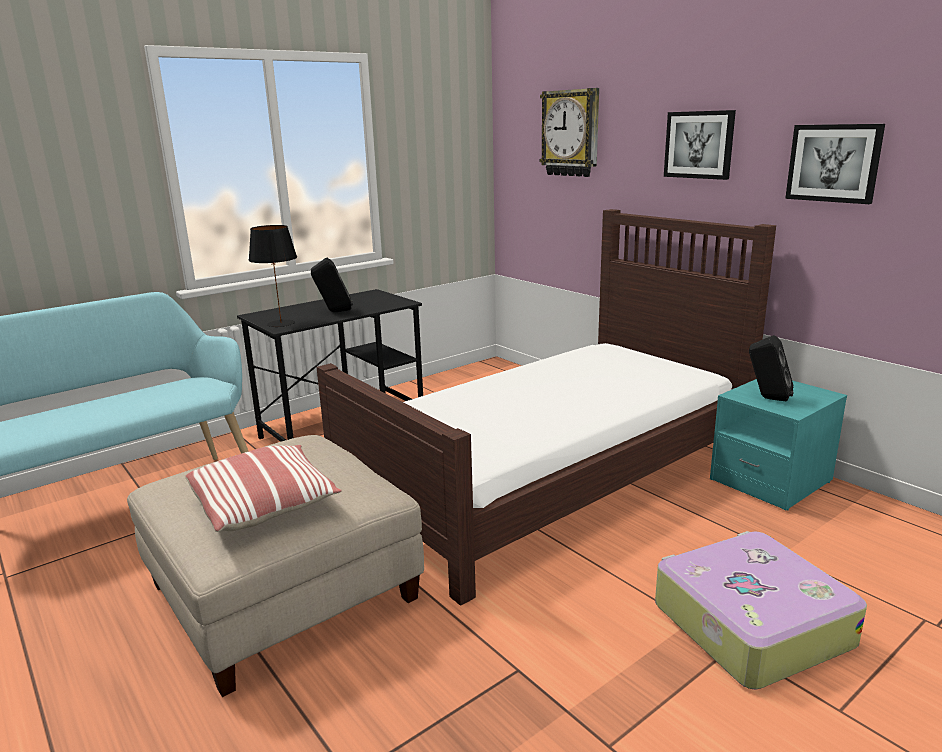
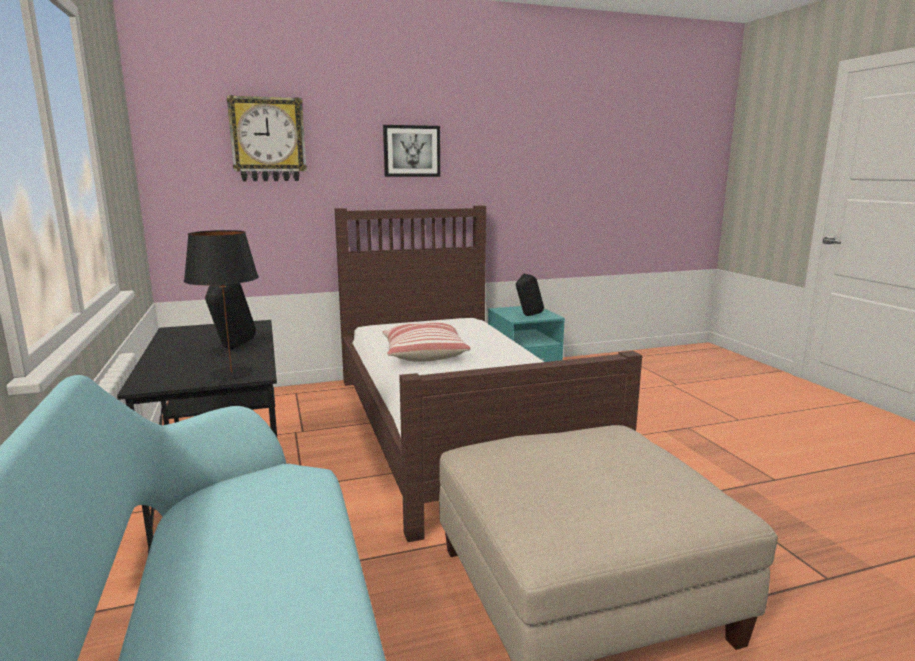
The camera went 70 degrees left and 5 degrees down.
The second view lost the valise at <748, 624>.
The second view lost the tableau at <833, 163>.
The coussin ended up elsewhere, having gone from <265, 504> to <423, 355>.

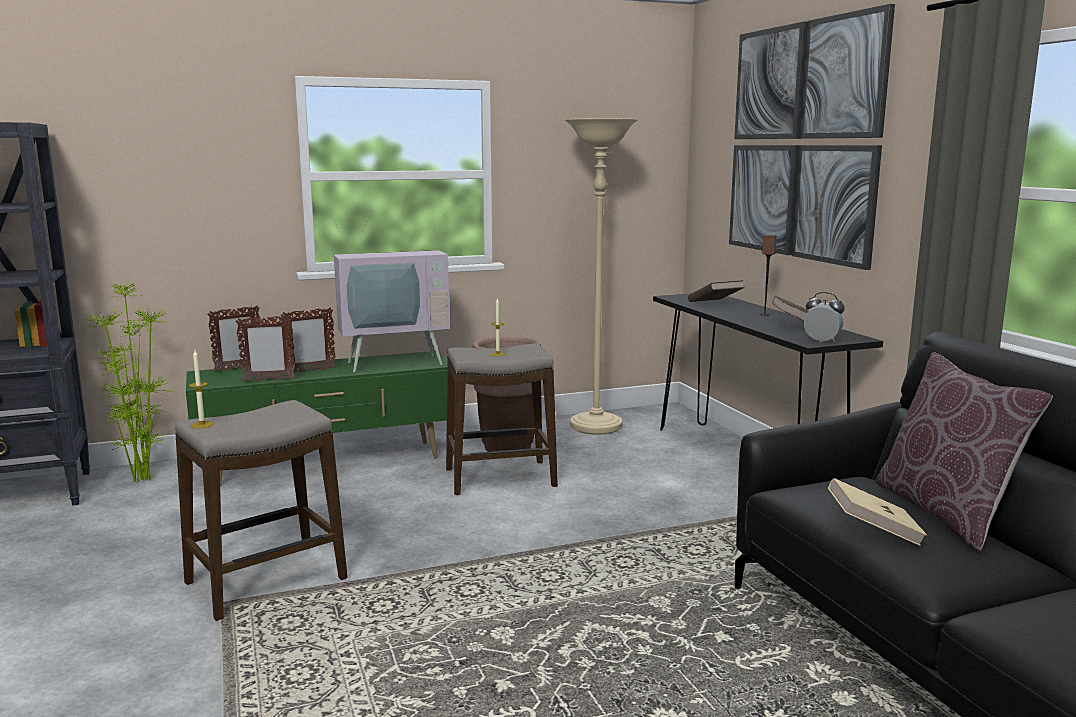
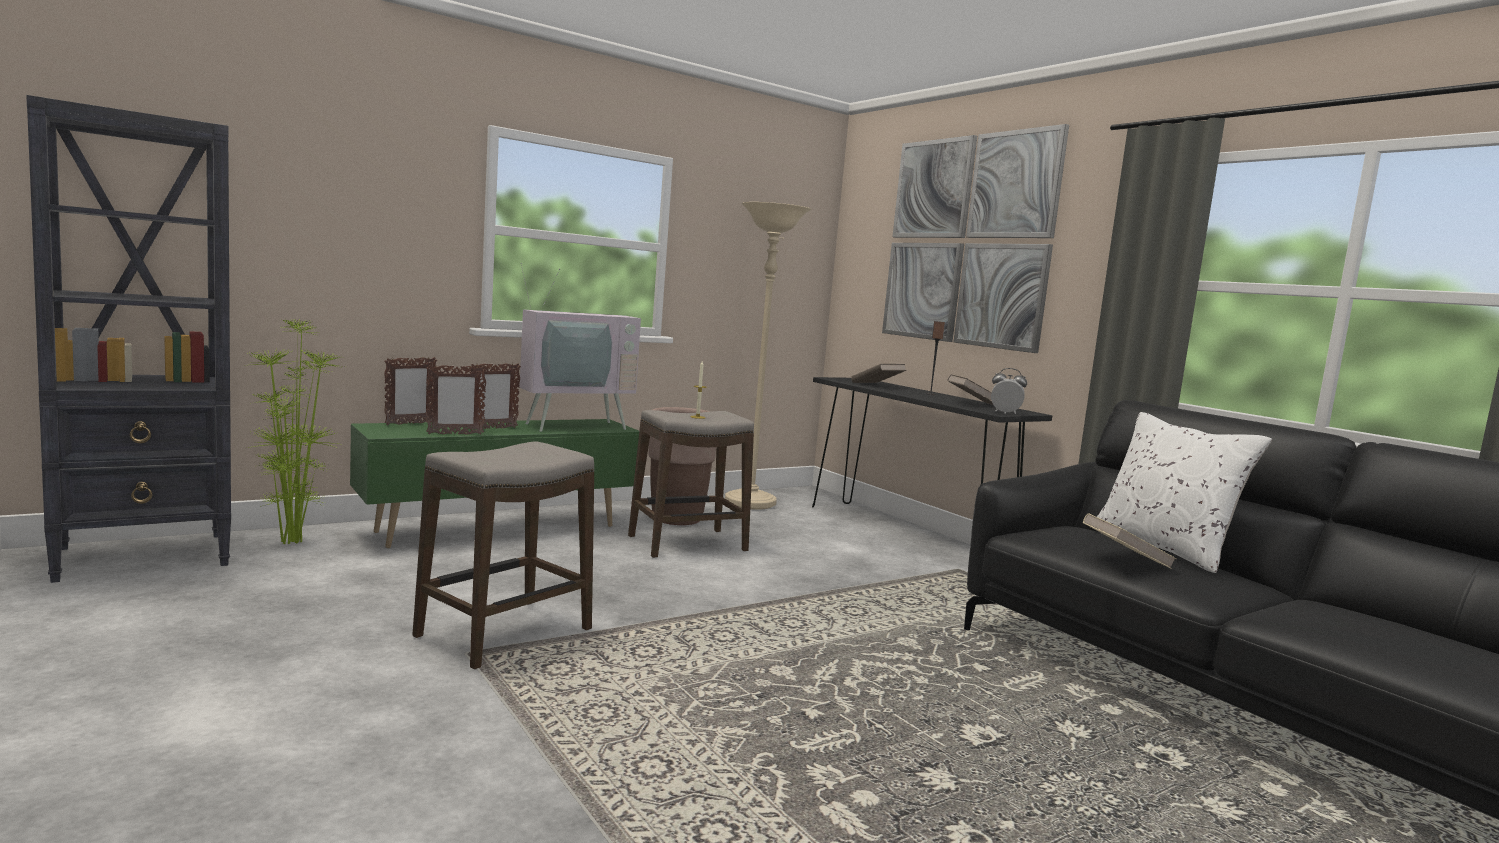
The camera went 15 degrees left and 5 degrees down.
The second view lost the bougie at <202, 425>.
What was the coussin (marron) at <945, 513> turned into the coussin (blanc) at <1164, 548>.

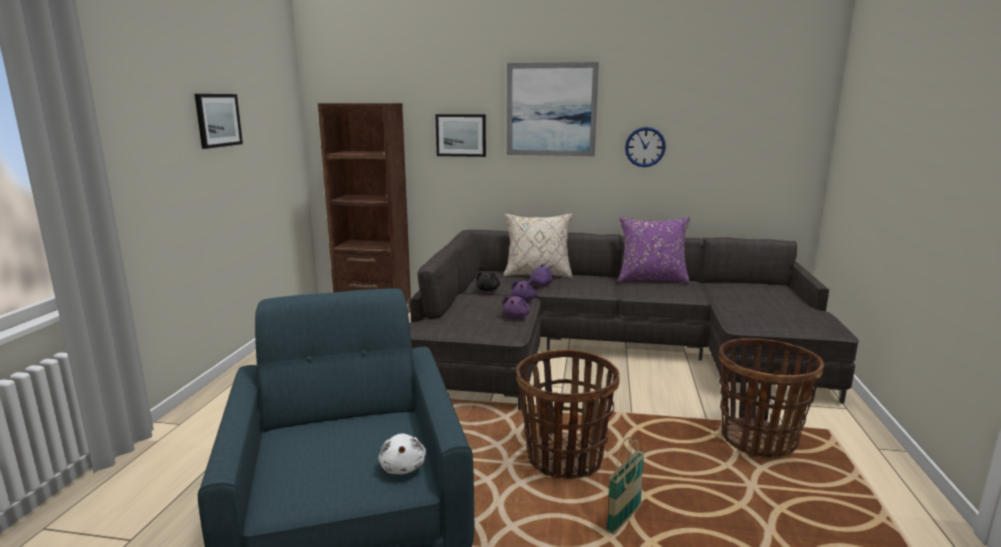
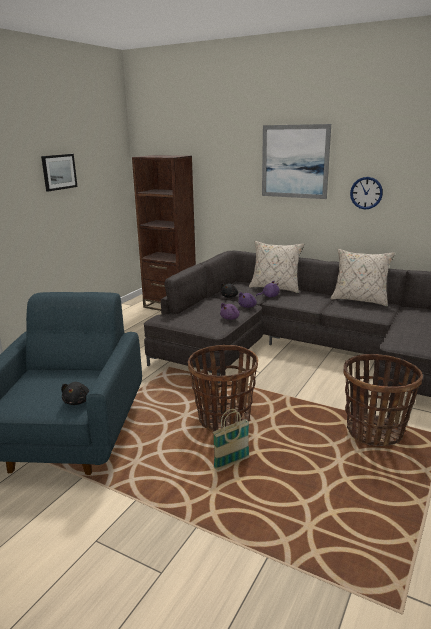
The camera went 20 degrees right and 5 degrees up.
The second view lost the tableau at <461, 135>.
What was the peluche (blanc) at <403, 467> turned into the peluche (noir) at <78, 401>.
What was the coussin (violet) at <651, 279> turned into the coussin (beige) at <359, 300>.

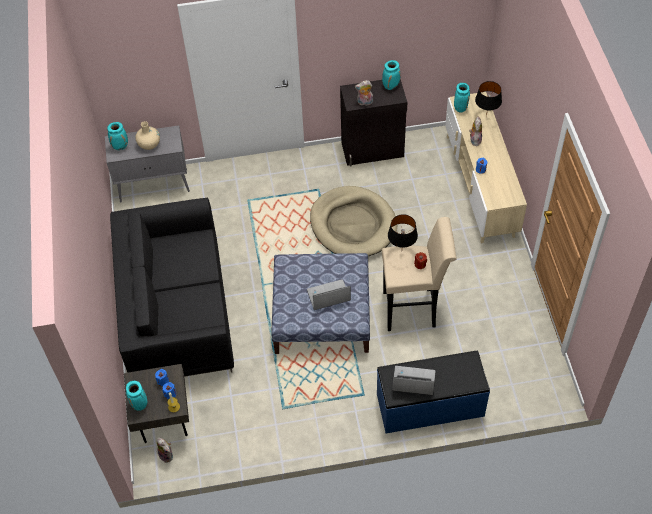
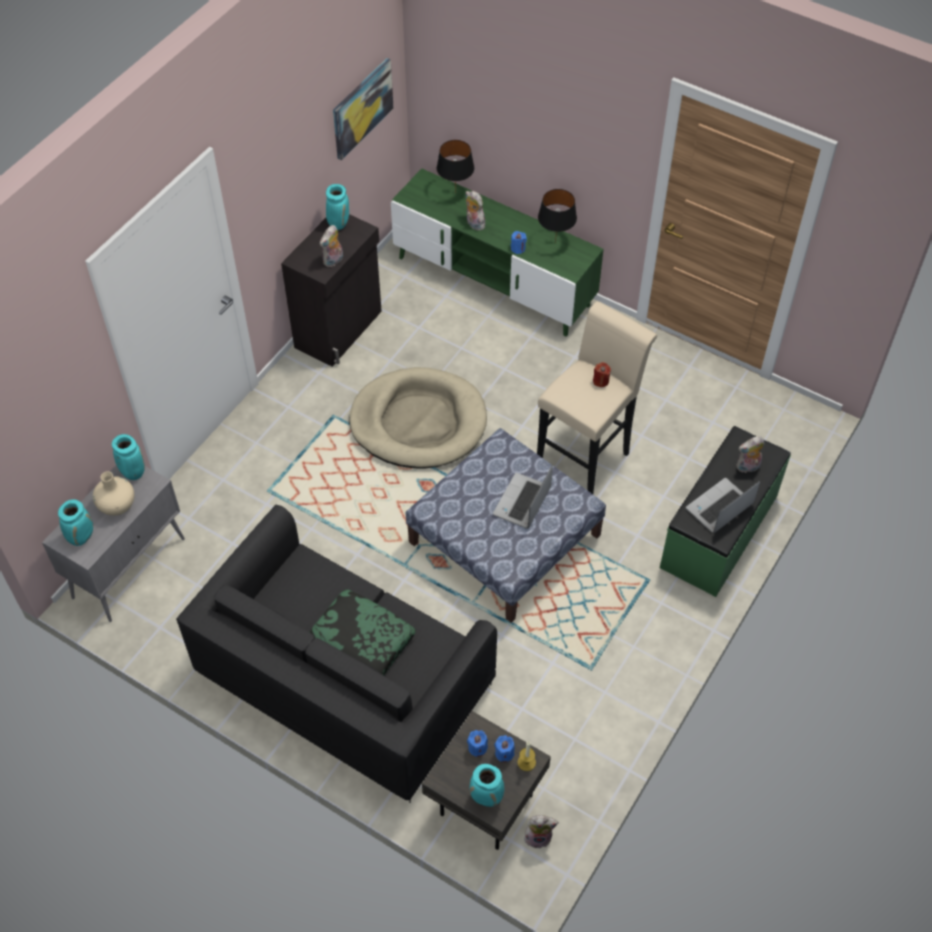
The camera went 50 degrees left and 0 degrees up.
The second view gained the coussin at <361, 639>.
The second view gained the tableau at <362, 108>.
The second view gained the peluche at <747, 467>.
The lampe de table (noir) ended up elsewhere, having gone from <402, 251> to <555, 242>.
The vase (turquoise) ended up elsewhere, having gone from <460, 108> to <132, 472>.
What was the banc (bleu) at <430, 406> turned into the banc (vert) at <720, 532>.
What was the meuble télé (beige) at <479, 185> turned into the meuble télé (vert) at <493, 281>.

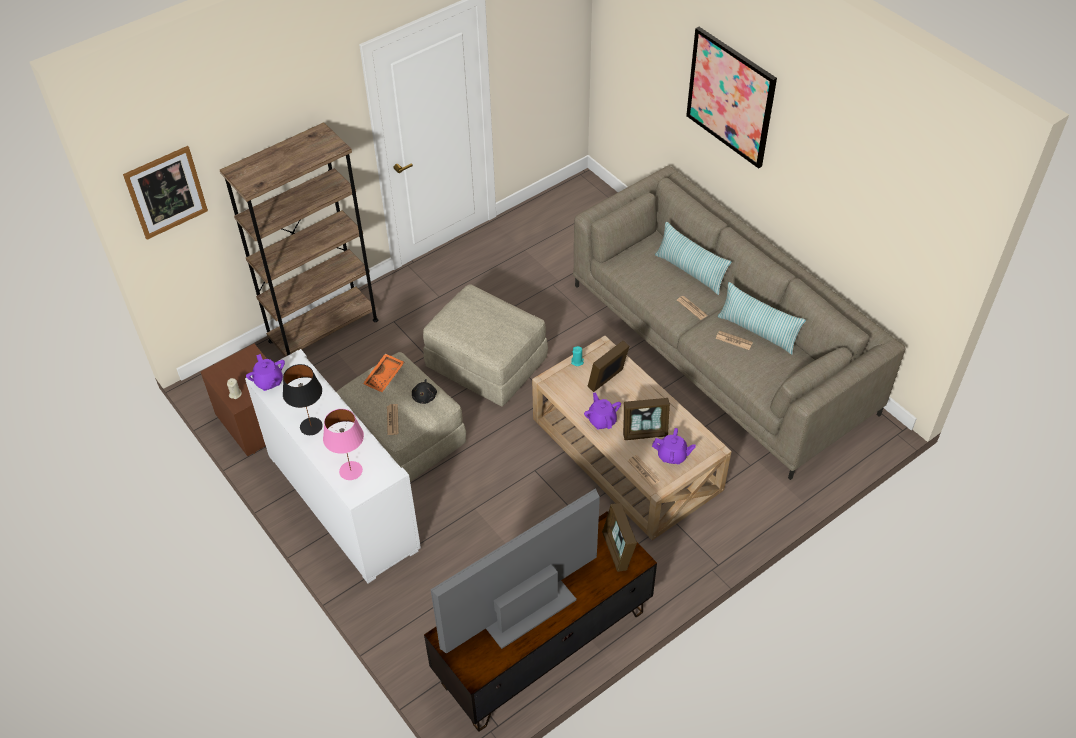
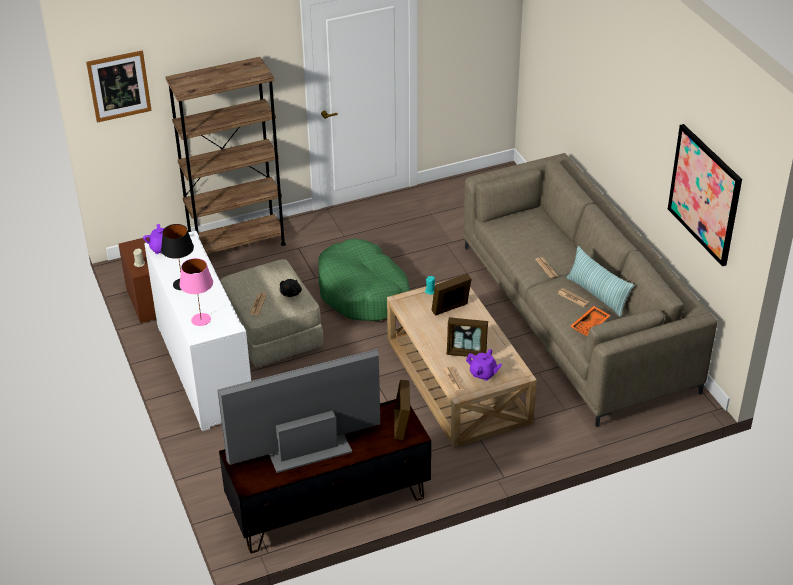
The camera went 15 degrees right and 10 degrees down.
The second view lost the théière (violet) at <602, 420>.
The second view lost the coussin at <690, 271>.
The plateau (orange) ended up elsewhere, having gone from <385, 377> to <590, 325>.
The tableau ended up elsewhere, having gone from <730, 97> to <705, 194>.
Where the pouf (beige) stood at <485, 364>, the panier pour chien (vert) came to stand at <363, 292>.

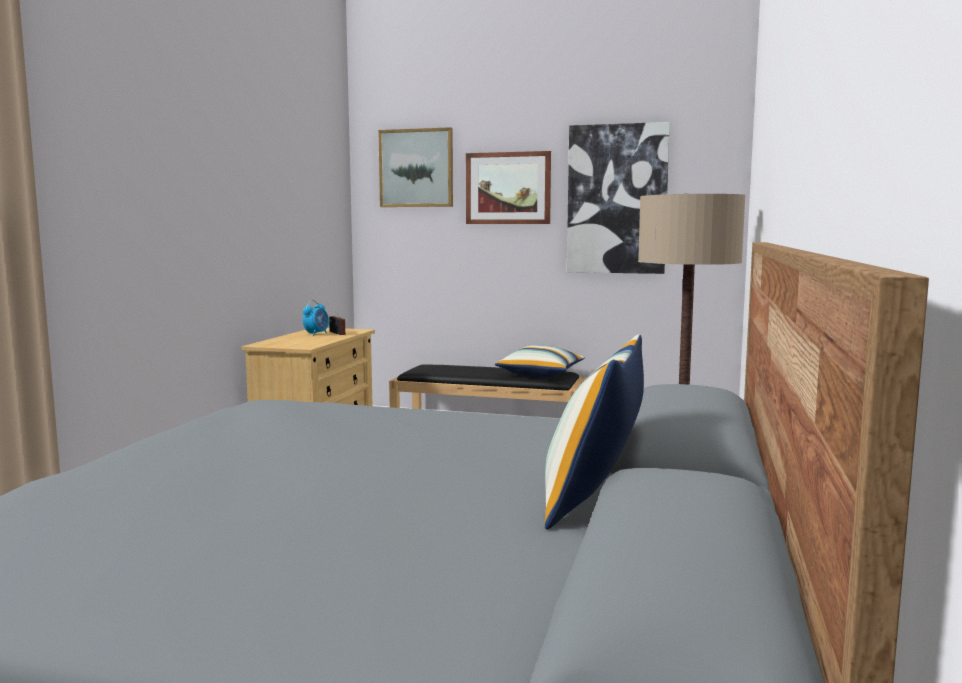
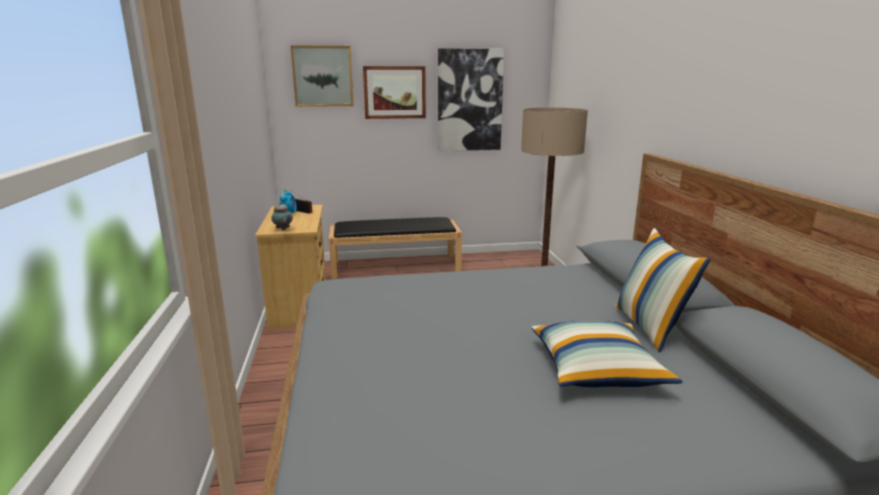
The camera went 25 degrees left and 10 degrees up.
The second view gained the théière at <283, 230>.
The coussin ended up elsewhere, having gone from <540, 374> to <597, 370>.

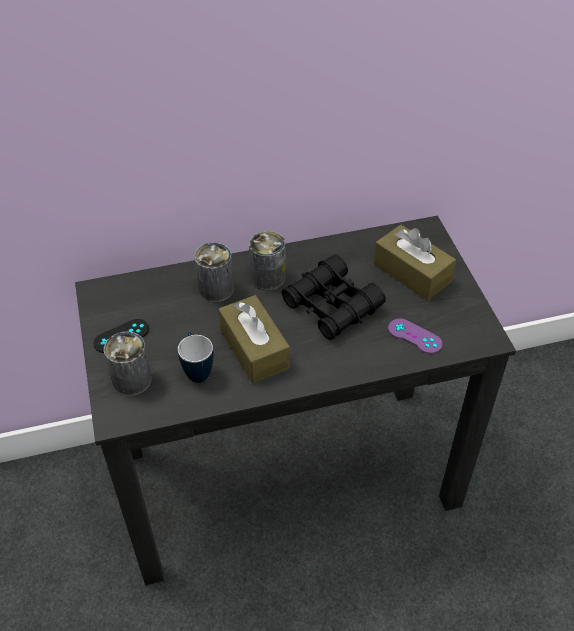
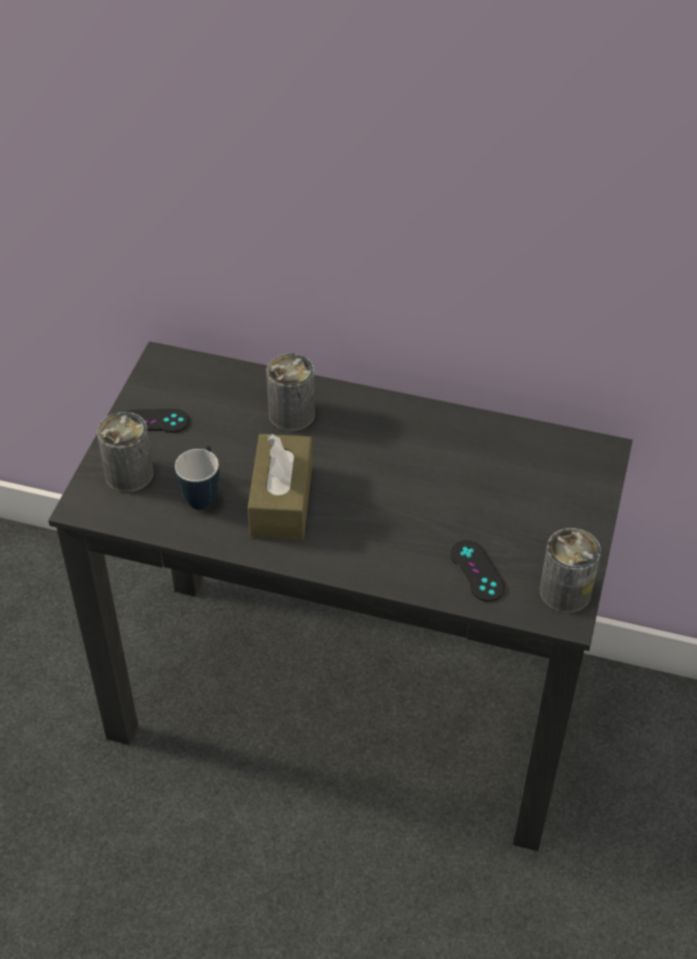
The camera went 30 degrees right and 0 degrees up.
The second view lost the jumelles (noir) at <332, 306>.
The second view lost the boîte à mouchoirs (marron) at <412, 273>.
The boîte métallique ended up elsewhere, having gone from <268, 277> to <565, 591>.
What was the manette (violet) at <414, 336> turned into the manette (noir) at <477, 571>.

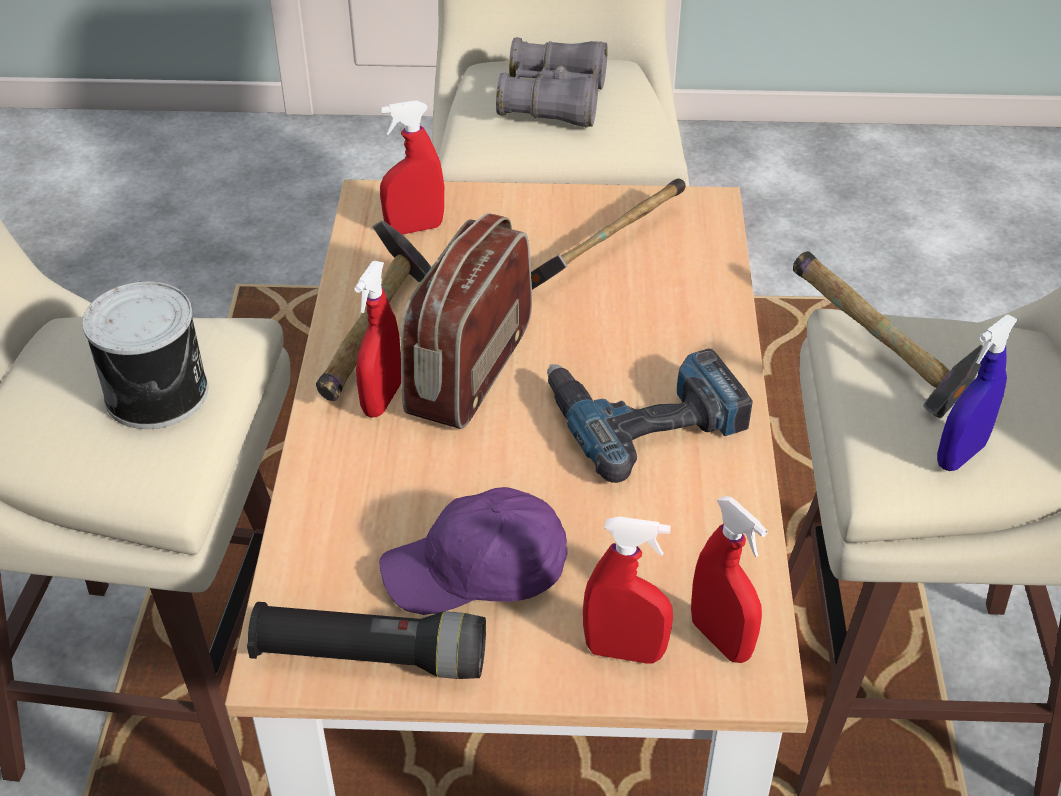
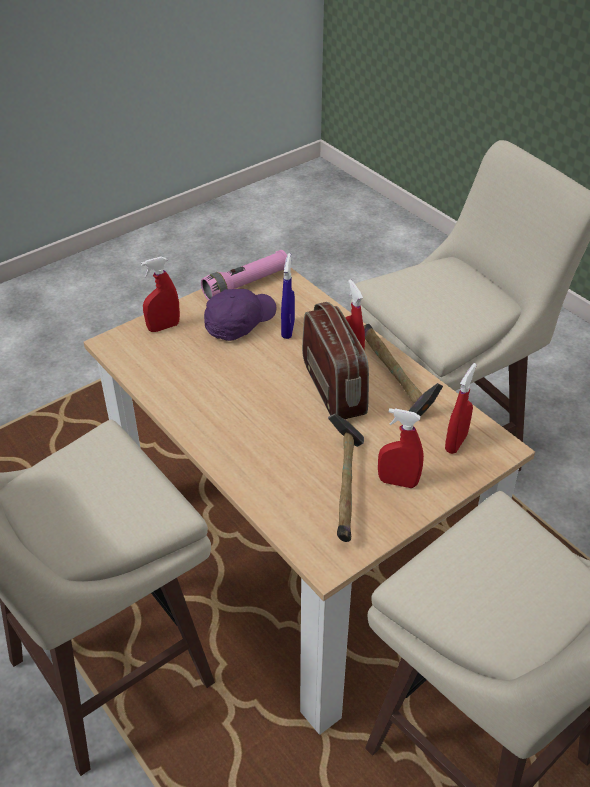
The camera went 140 degrees right and 0 degrees up.
The second view lost the boîte métallique at <160, 393>.
The second view lost the jumelles (gris) at <553, 101>.
The second view lost the perceuse at <645, 416>.
The second view lost the marteau at <876, 349>.
The vaporisateur (rouge) ended up elsewhere, having gone from <720, 639> to <397, 482>.
The vaporisateur (bleu) ended up elsewhere, having gone from <960, 455> to <288, 330>.
What was the lampe de poche (noir) at <370, 657> turned into the lampe de poche (rose) at <246, 284>.

